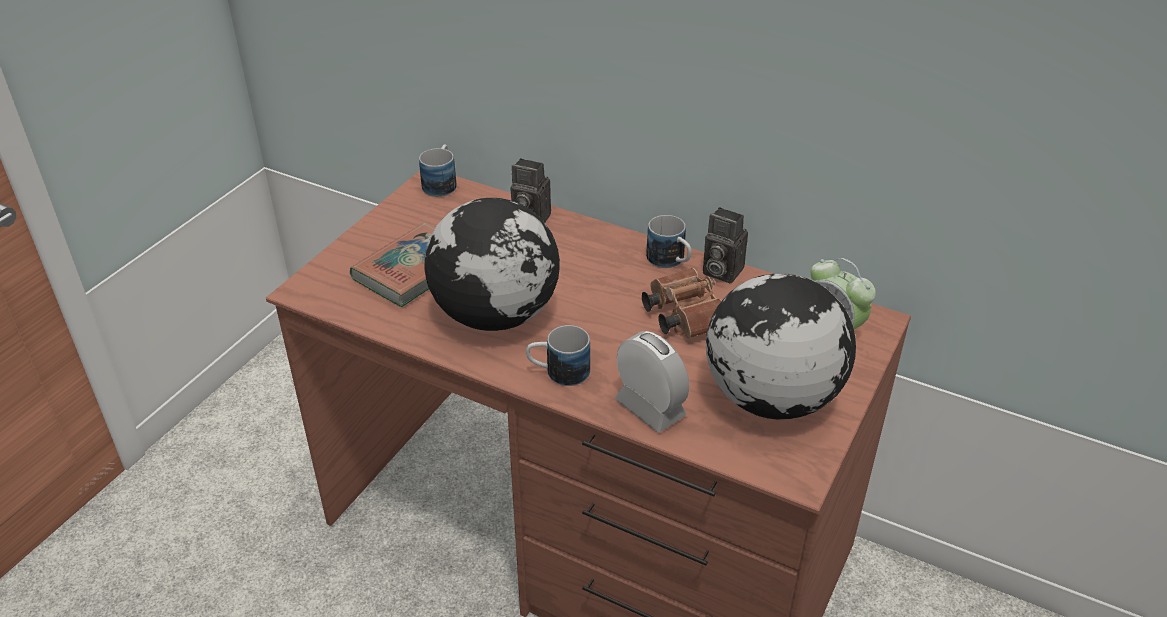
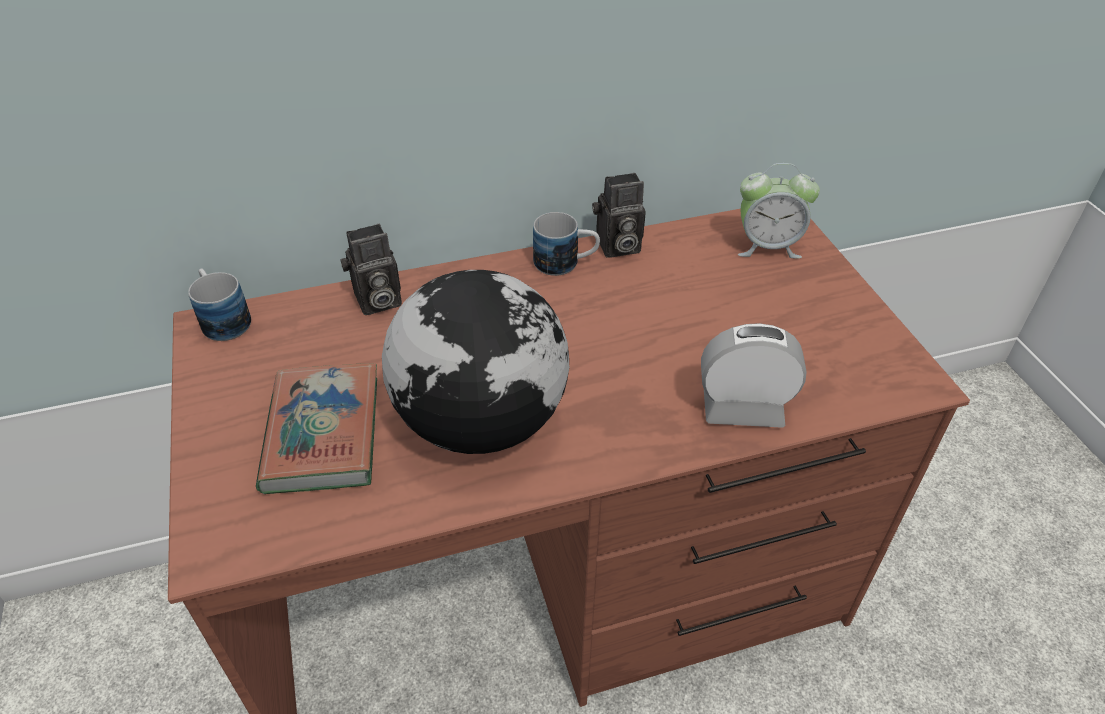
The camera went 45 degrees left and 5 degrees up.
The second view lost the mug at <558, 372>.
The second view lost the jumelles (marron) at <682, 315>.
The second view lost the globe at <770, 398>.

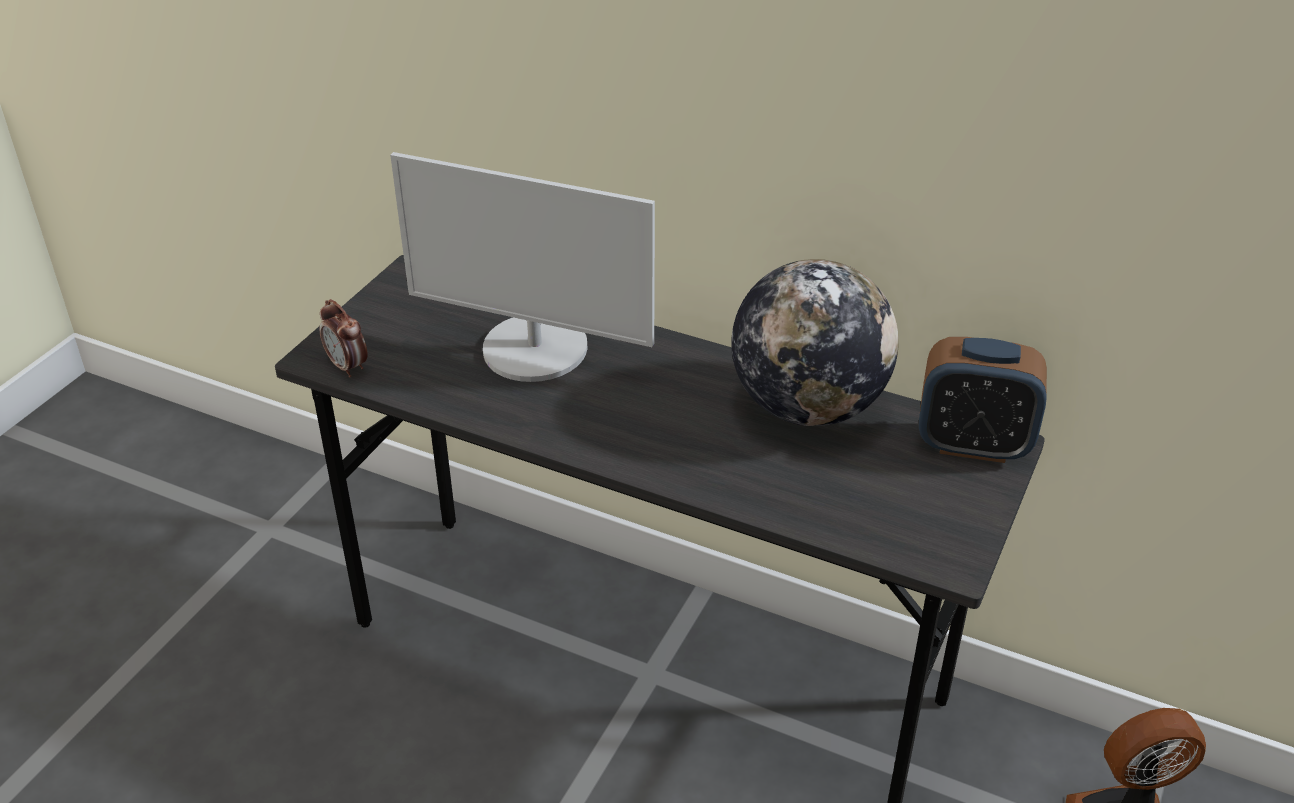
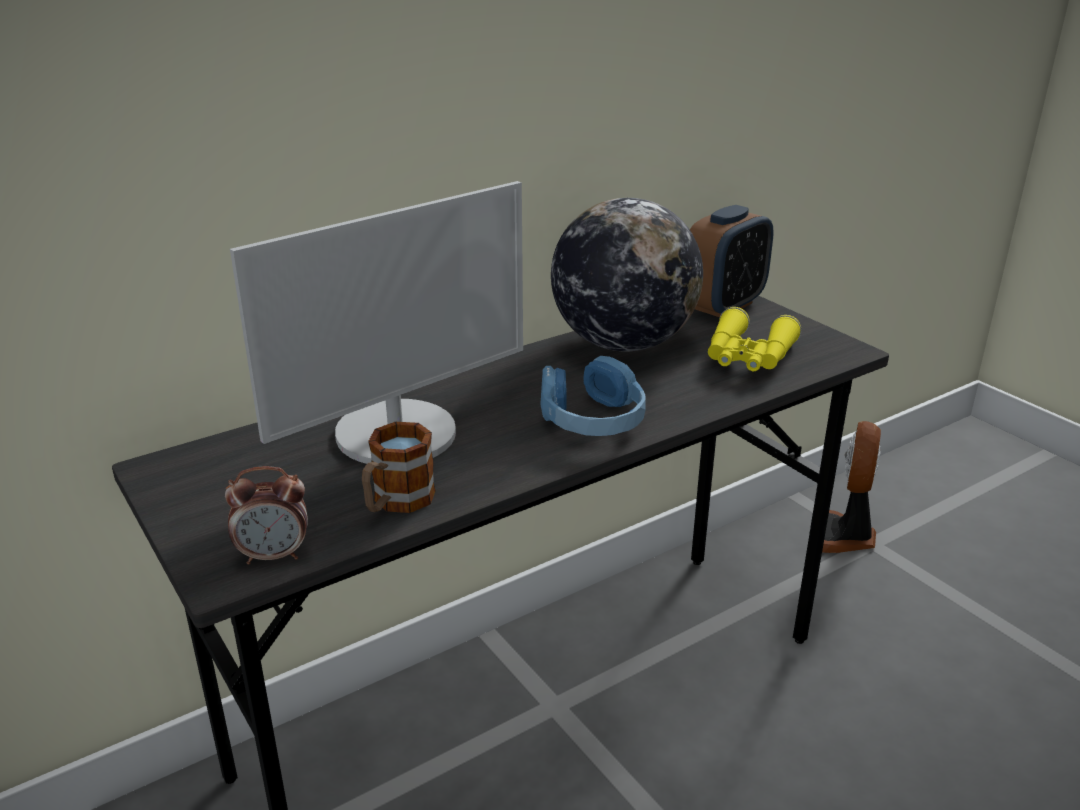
The camera went 60 degrees left and 10 degrees down.
The second view gained the mug at <396, 502>.
The second view gained the casque audio (bleu) at <592, 420>.
The second view gained the jumelles (jaune) at <748, 357>.

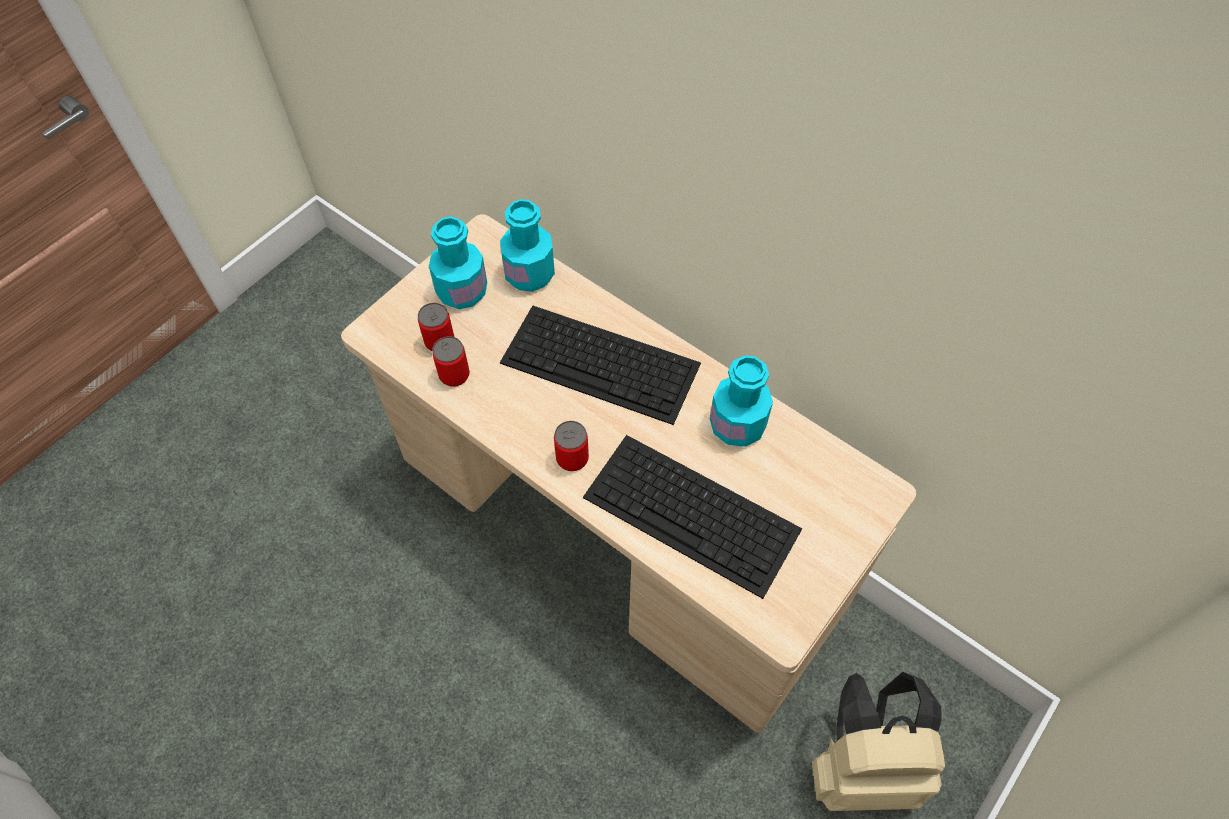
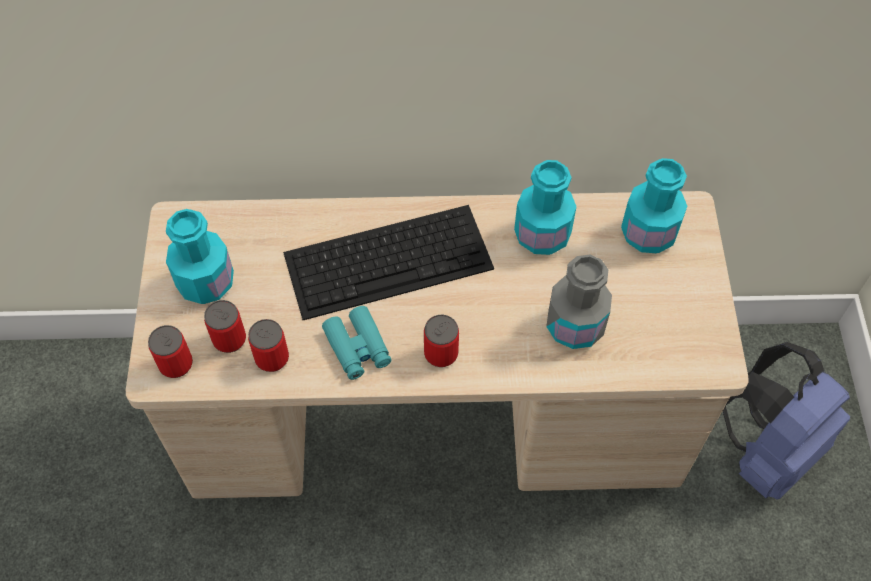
The camera went 40 degrees left and 0 degrees up.
The second view gained the boîte métallique at <176, 364>.
The second view gained the jumelles (turquoise) at <358, 348>.
The bouteille (turquoise) ended up elsewhere, having gone from <529, 274> to <648, 233>.
Where the clavier stood at <693, 513>, the bouteille (gris) came to stand at <575, 326>.
What was the sac à dos (beige) at <862, 766> turned into the sac à dos (bleu) at <767, 451>.

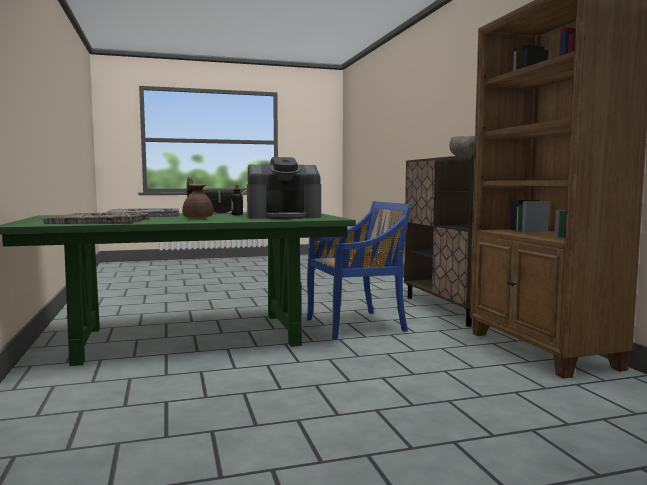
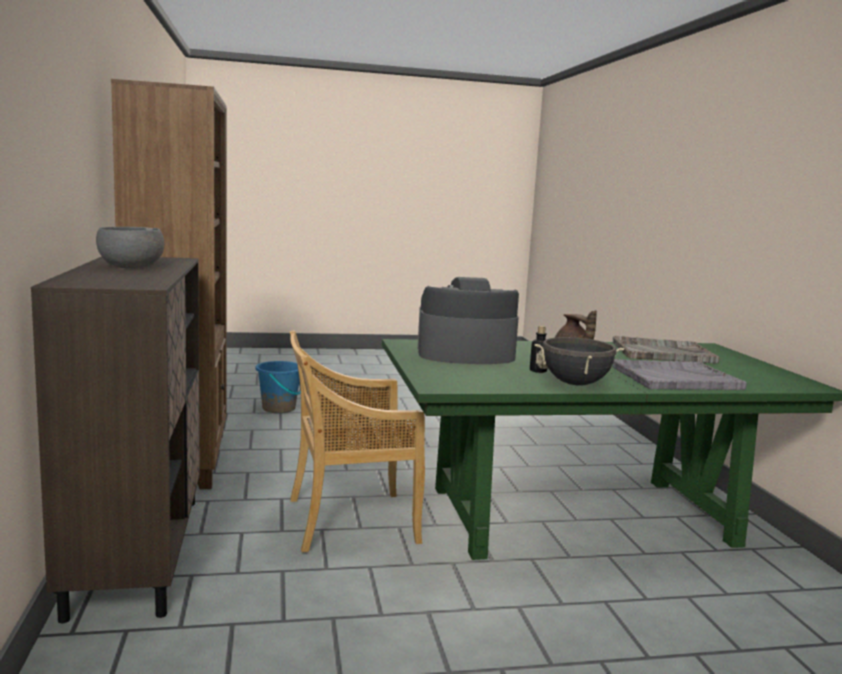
The camera went 175 degrees left and 5 degrees up.
The second view gained the seau (bleu) at <279, 408>.
What was the chaise (bleu) at <356, 325> turned into the chaise (beige) at <349, 521>.

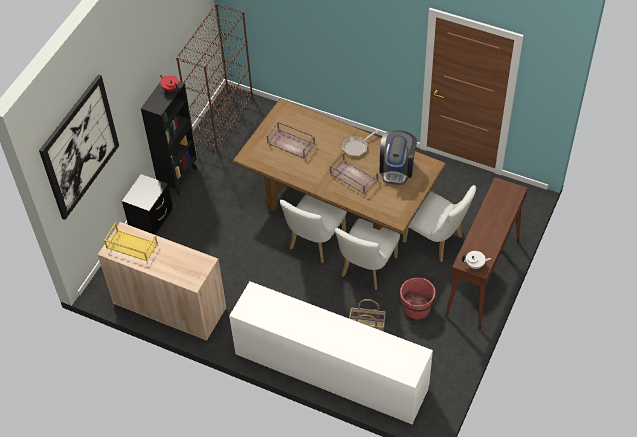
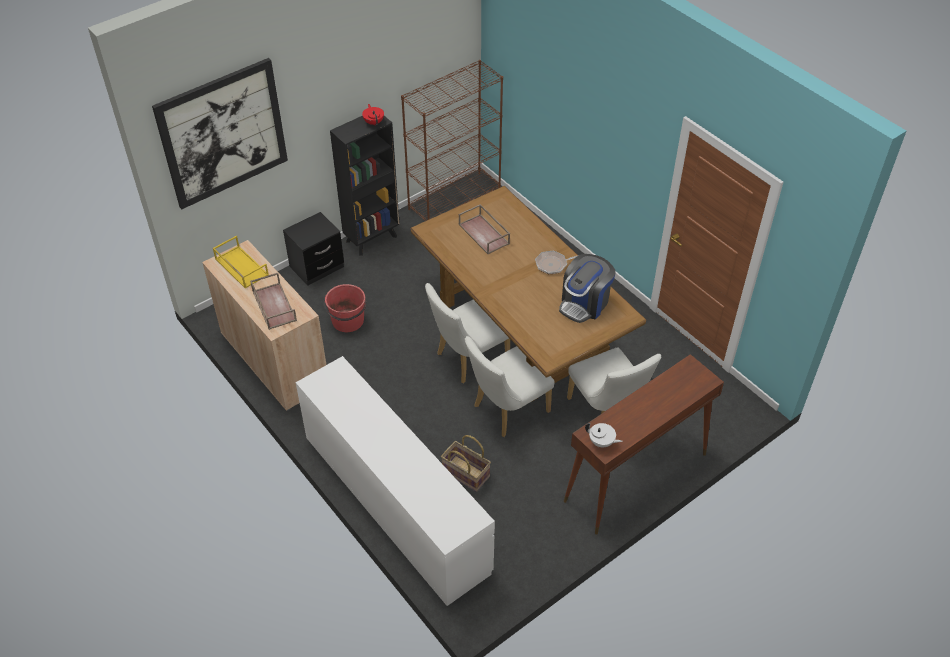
The camera went 25 degrees right and 5 degrees down.
The plateau (marron) ended up elsewhere, having gone from <353, 177> to <273, 305>.
The seau (rouge) ended up elsewhere, having gone from <416, 308> to <348, 321>.

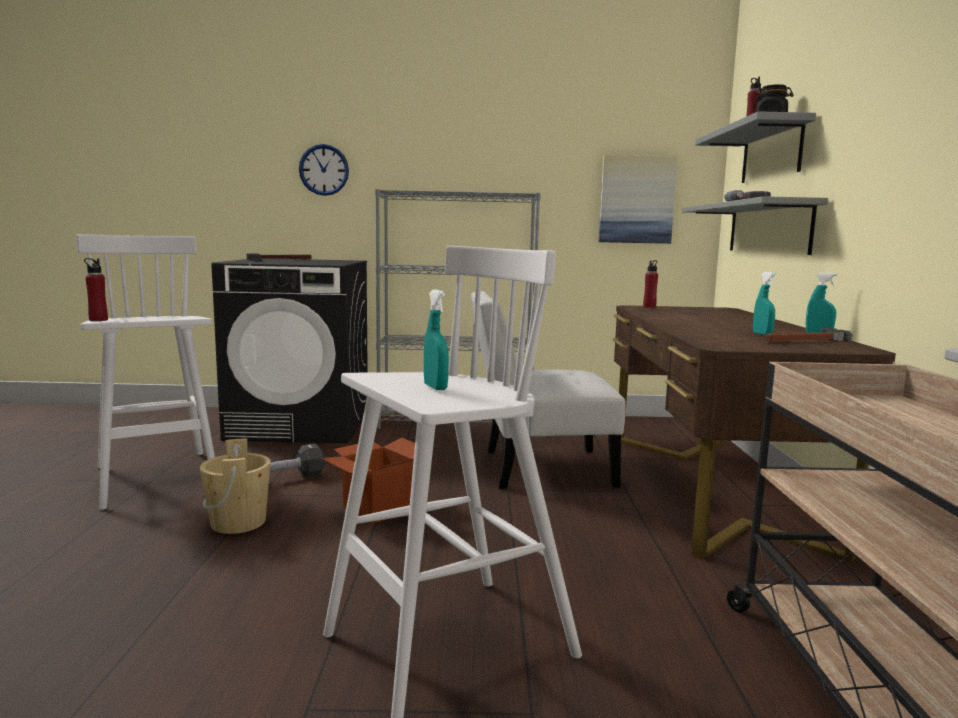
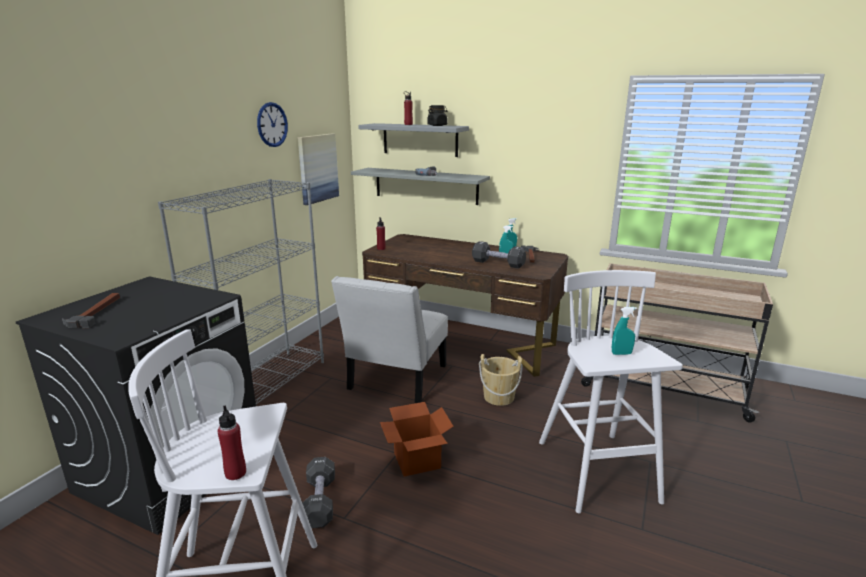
The camera went 65 degrees left and 10 degrees up.
The second view gained the haltère (noir) at <498, 264>.
The seau (beige) ended up elsewhere, having gone from <238, 522> to <498, 397>.
The horloge murale ended up elsewhere, having gone from <324, 170> to <272, 124>.

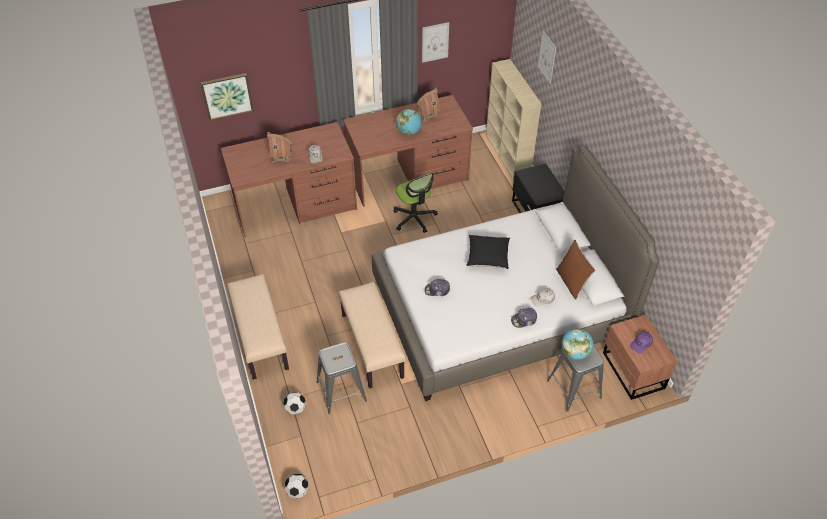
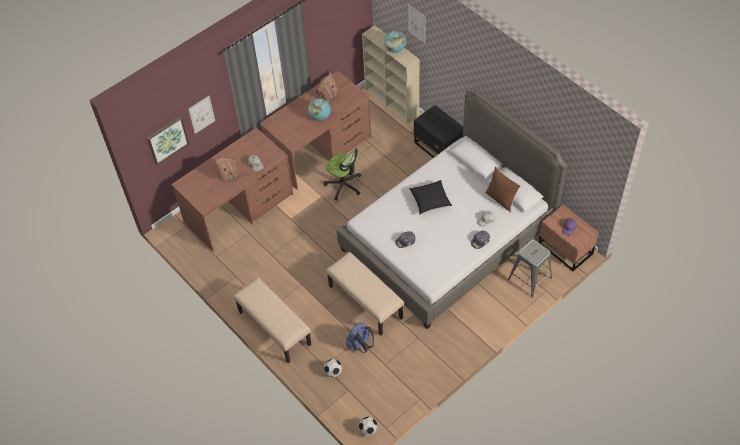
The camera went 20 degrees left and 5 degrees up.
The tableau ended up elsewhere, having gone from <435, 42> to <201, 114>.
The globe ended up elsewhere, having gone from <575, 352> to <395, 49>.
Where the tabouret (gris) stood at <341, 391>, the sac à dos (bleu) came to stand at <360, 345>.

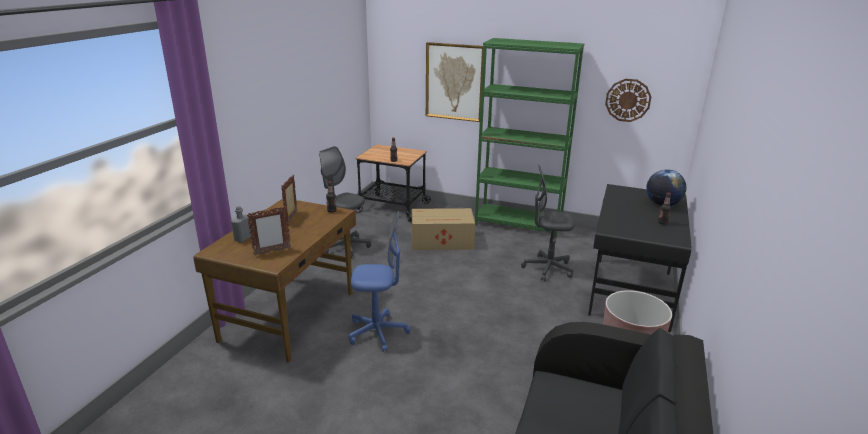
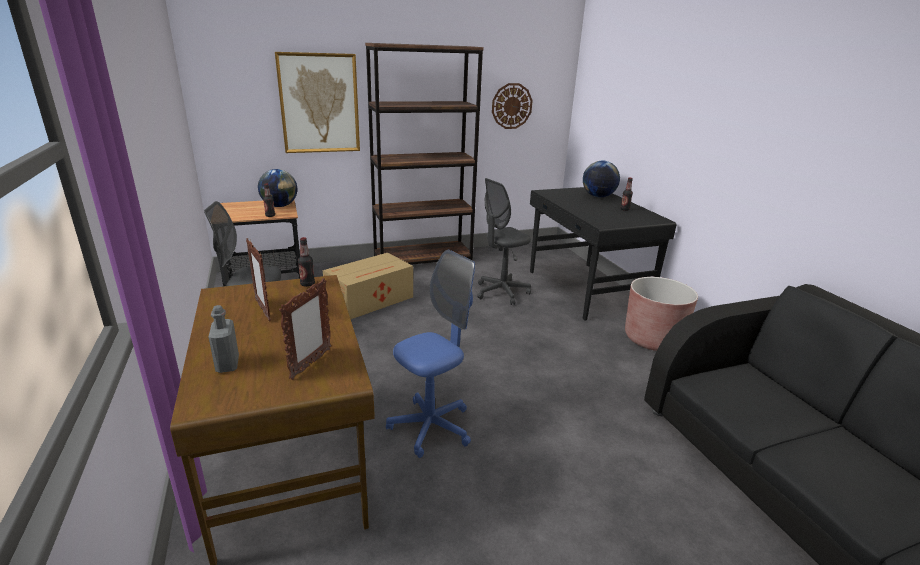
The camera went 40 degrees left and 0 degrees up.
The second view gained the globe at <279, 206>.
What was the bibliothèque (vert) at <518, 224> turned into the bibliothèque (marron) at <423, 260>.

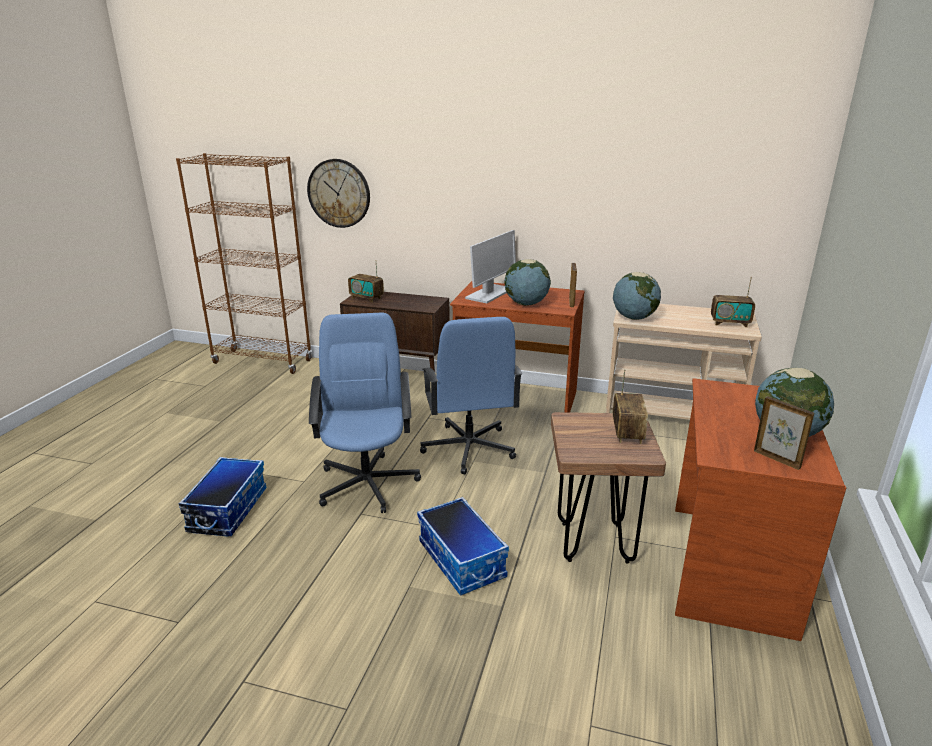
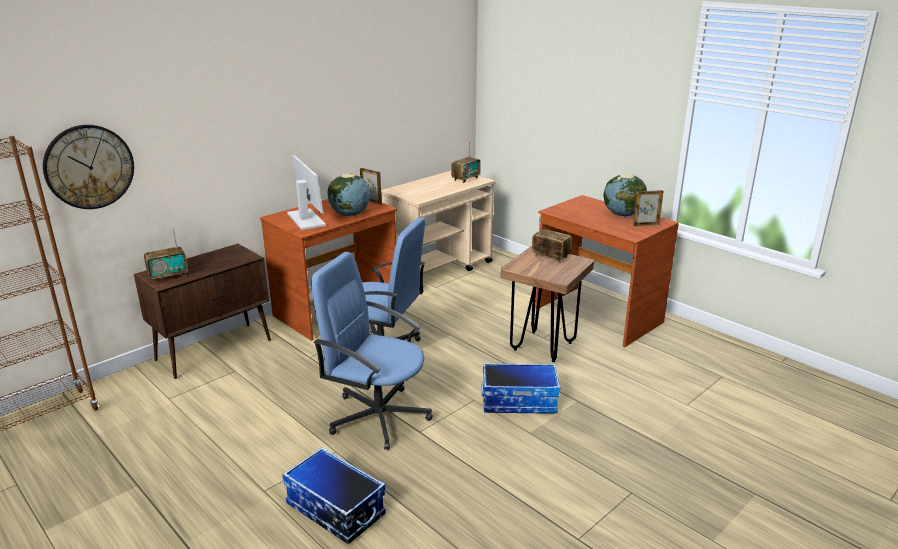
The camera went 60 degrees left and 0 degrees up.
The second view lost the globe at <634, 317>.

